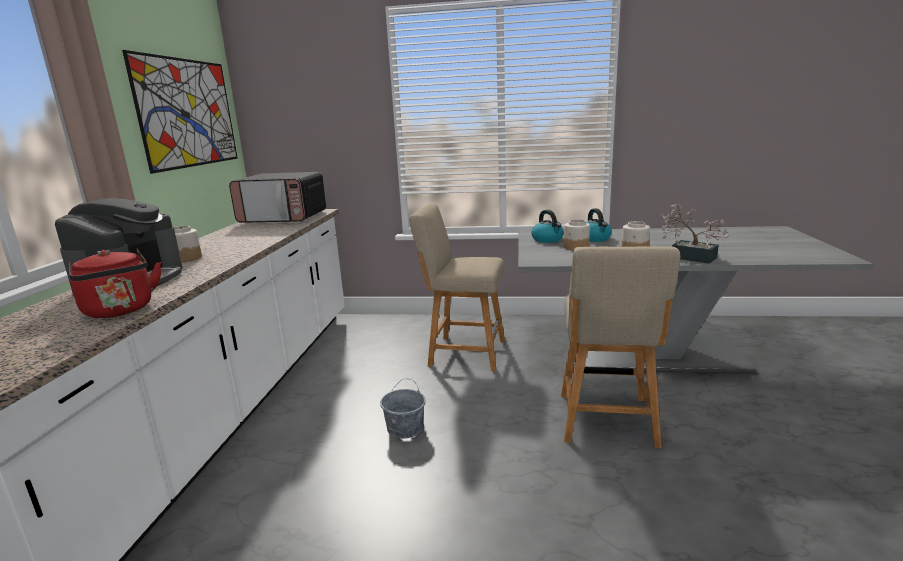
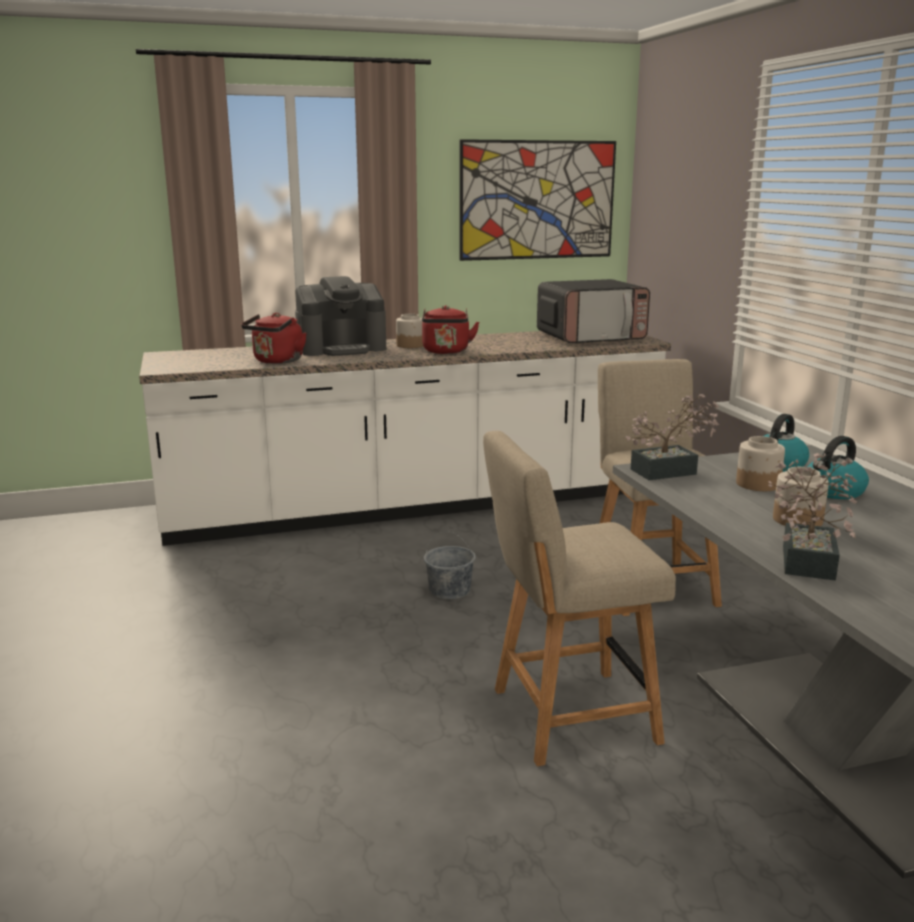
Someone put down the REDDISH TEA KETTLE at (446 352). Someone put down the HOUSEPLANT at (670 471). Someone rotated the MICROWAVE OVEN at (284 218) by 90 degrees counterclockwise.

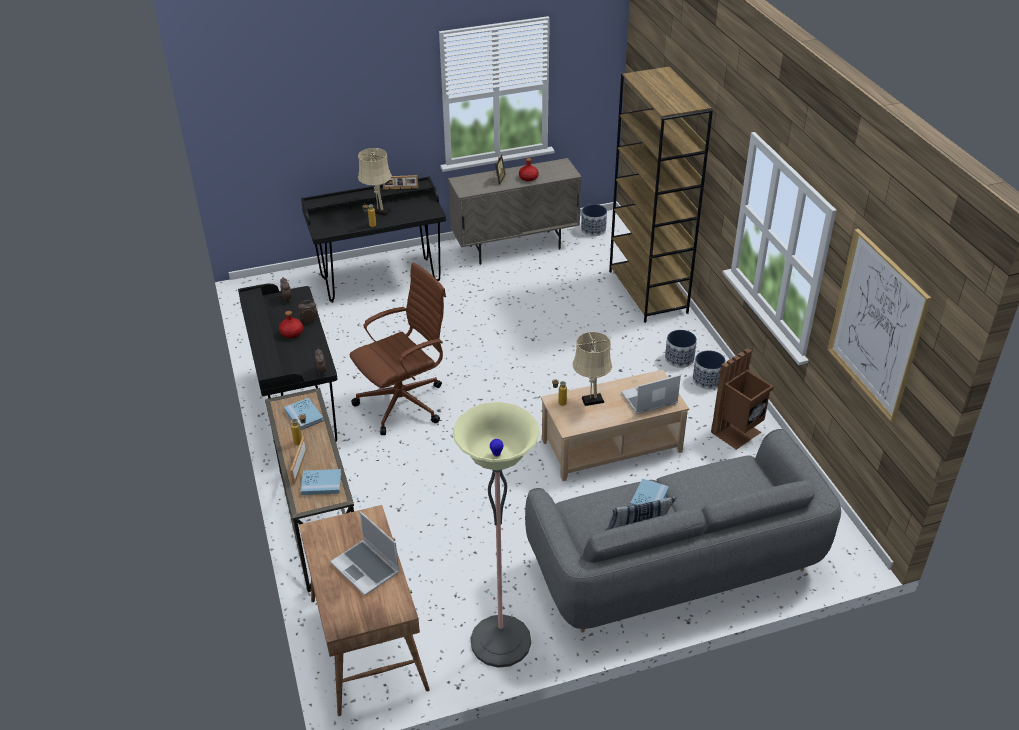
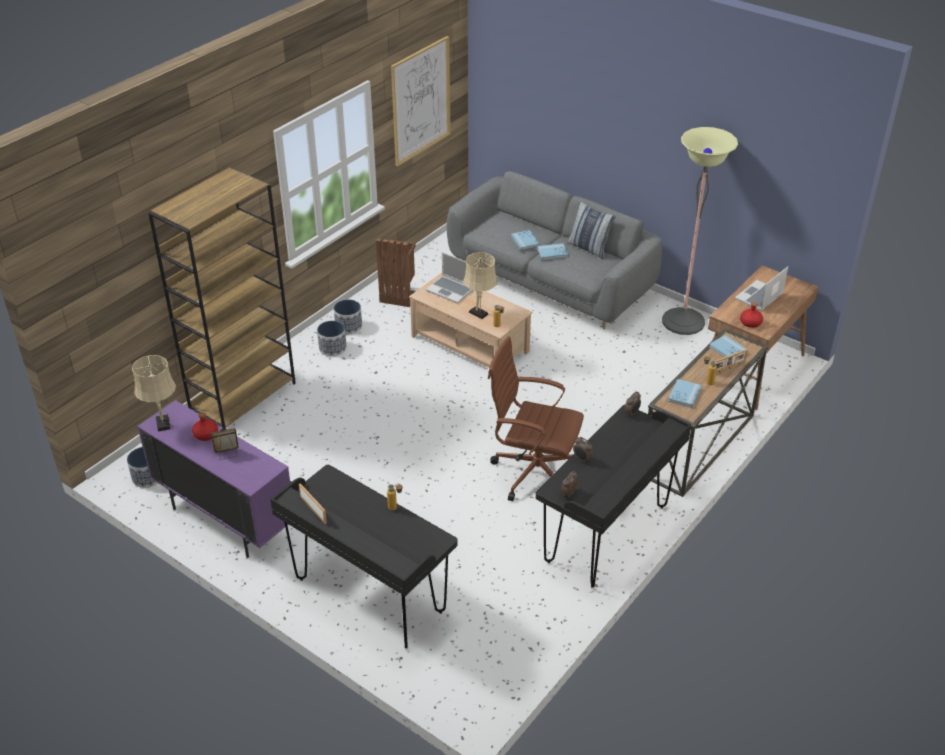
Someone put down the BLUE BOUND BOOK at (525 241). Someone carried the REDDISH DRINK BOTTLE from (291 333) to (750 323). Someone carried the SAND-COLOURED TABLETOP LAMP from (378 211) to (163 425). Someone repainted the SAND-COLOURED CUPBOARD at (515 247), which became the PURPLISH CUPBOARD at (225 520). Someone rotated the PORTABLE COMPUTER at (366 568) by 150 degrees counterclockwise.

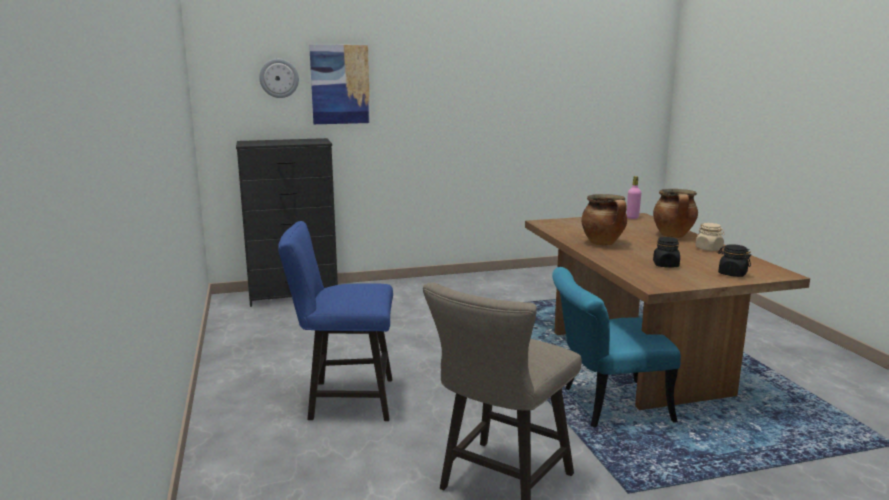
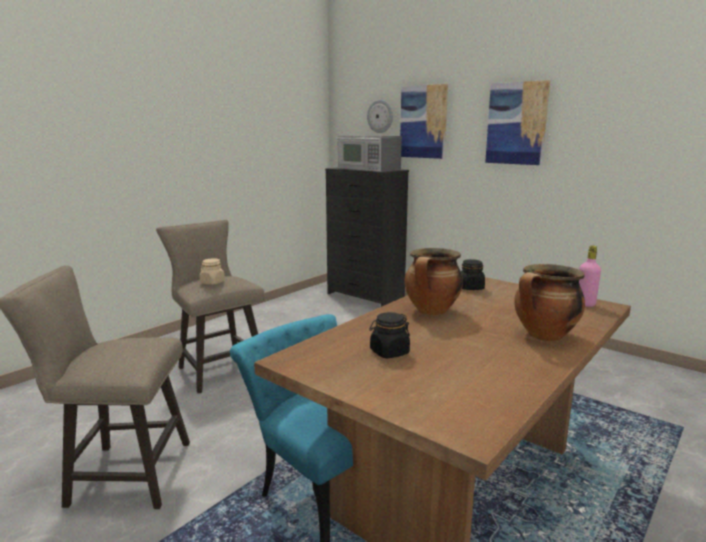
Someone put down the MICROWAVE OVEN at (368 169). Someone put up the WALL PICTURE at (516 123). Someone carried the SAND-COLOURED PRESERVE JAR from (709 249) to (212 282). Someone carried the BLACK-COLOURED PRESERVE JAR from (732 274) to (470 287). Someone repainted the BLUE SITTING STOOL at (344 400), which became the SAND-COLOURED SITTING STOOL at (218 368).

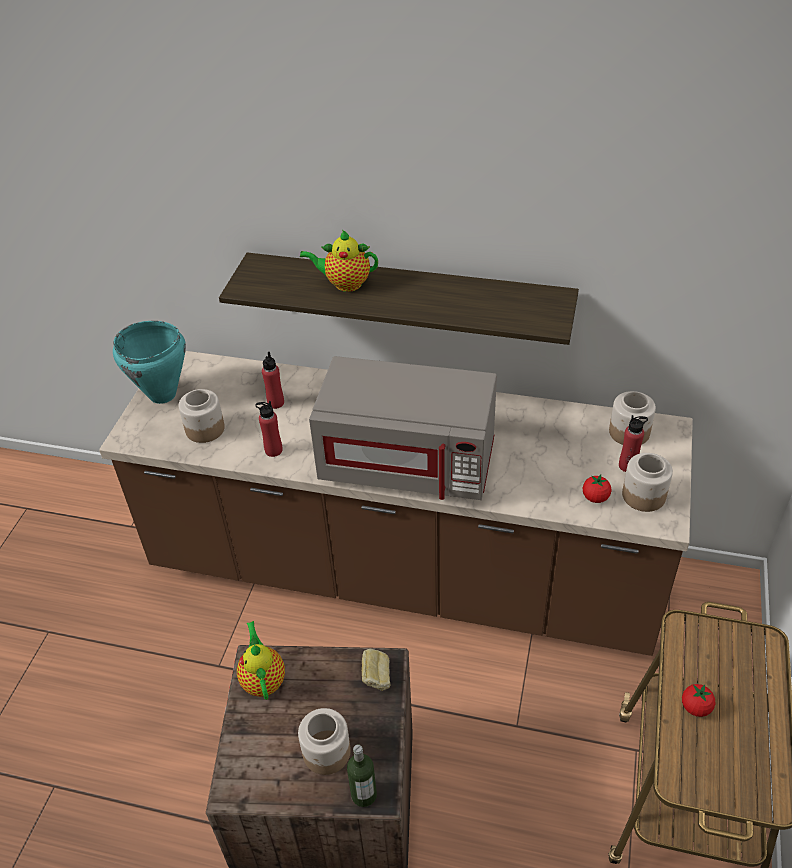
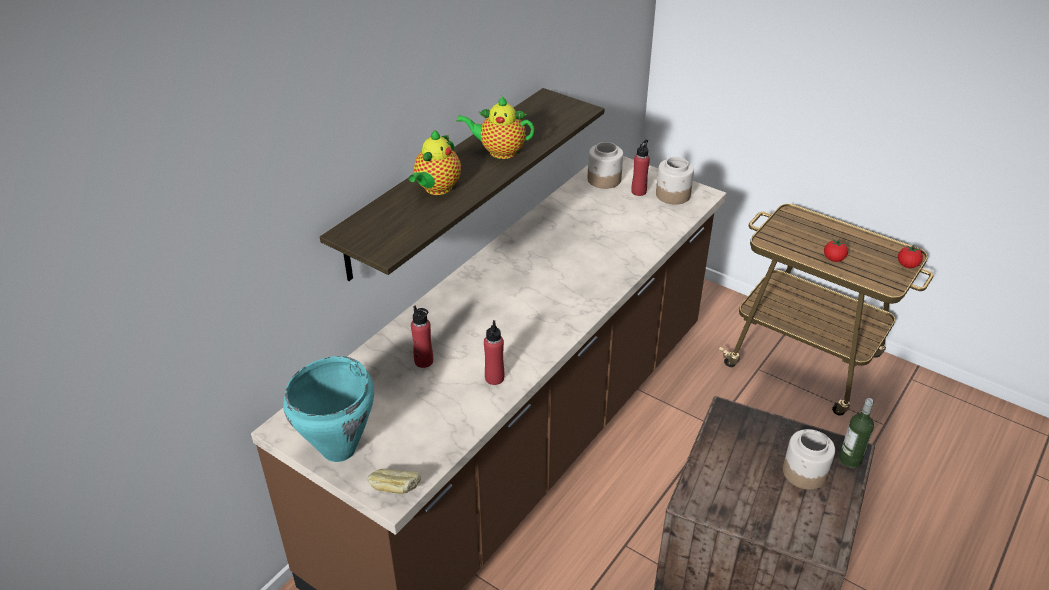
Someone took away the PRESERVE JAR at (204 429). Someone took away the GRAY MICROWAVE OVEN at (408 463). Someone carried the POT FOR TEA from (263 679) to (499 152). Someone carried the BAKERY BREAD from (376 678) to (395 492). Someone carried the TOMATO from (595 497) to (907 265).

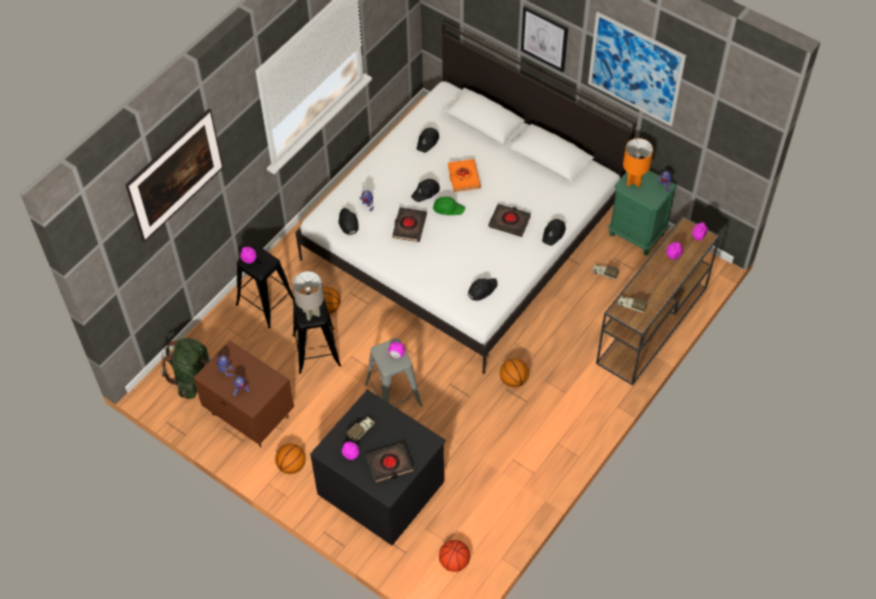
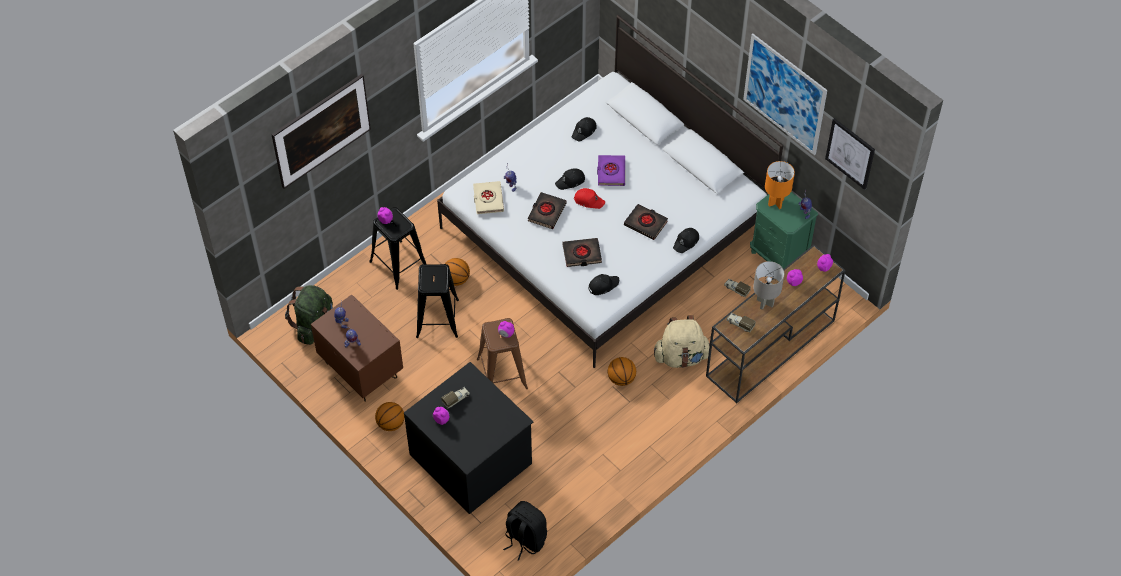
Someone put down the SAND-COLOURED BACKPACK at (681 356). Someone carried the GRAY TABLETOP LAMP from (311 313) to (765 303). Someone carried the BLACK-COLOURED BOUND BOOK from (390 464) to (582 254). Someone carried the WALL PICTURE from (544 38) to (850 153). Someone swapped the BLACK-COLOURED PEAKED CAP at (348 223) for the SAND-COLOURED BOUND BOOK at (488 199). Someone swapped the BALL FOR BASKETBALL at (454 562) for the BLACK-COLOURED BACKPACK at (524 539). Someone repainted the GRAY SITTING STOOL at (393 395), which became the BROWN SITTING STOOL at (502 373). Someone repainted the GREENISH PEAKED CAP at (448 208), which became the REDDISH PEAKED CAP at (589 200). Someone repainted the ORANGE BOUND BOOK at (463 177), which became the PURPLISH BOUND BOOK at (611 172).

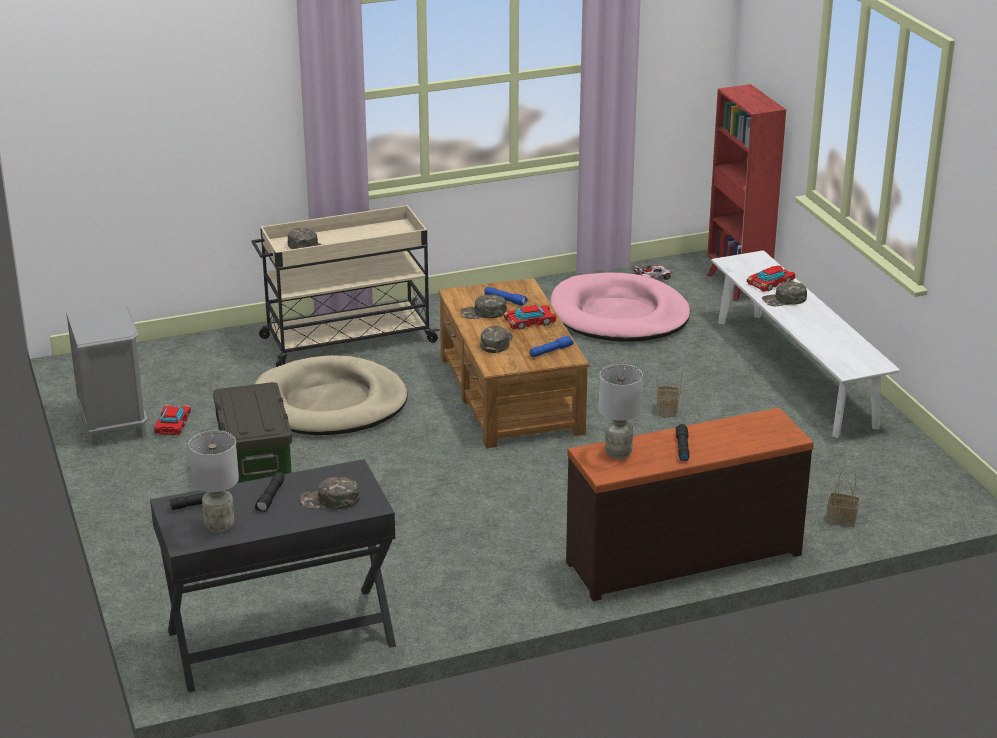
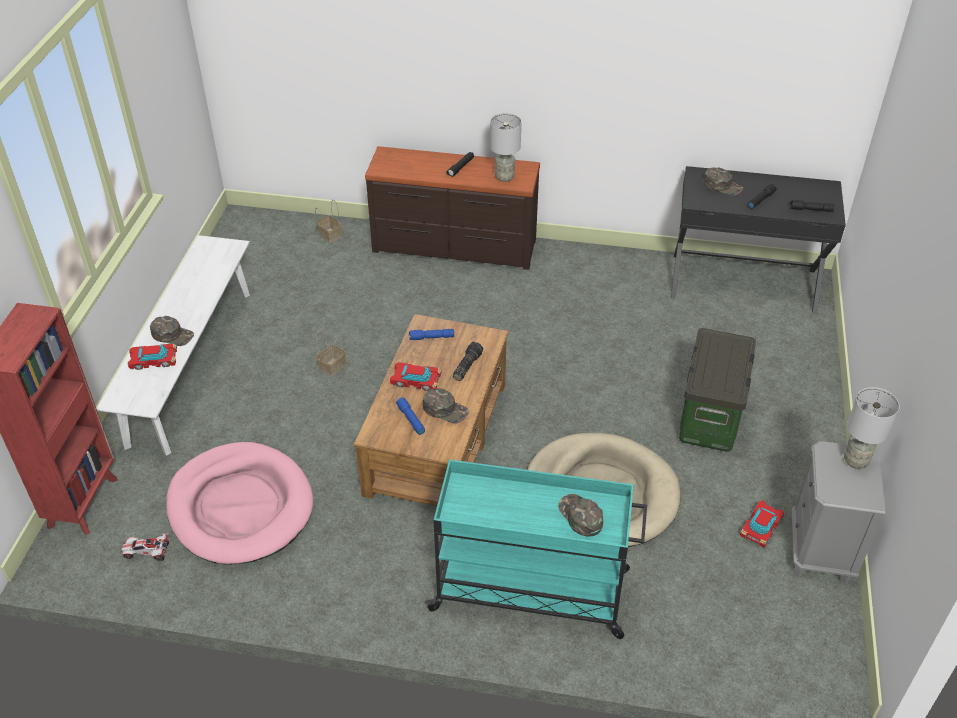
Someone carried the GRAY TABLETOP LAMP from (219 526) to (856 460). Someone swapped the GREENISH PEAKED CAP at (496 342) for the TORCH at (466 366). Someone repainted the SAND-COLOURED CART at (346 340), which became the TURQUOISE-COLOURED CART at (532 590).

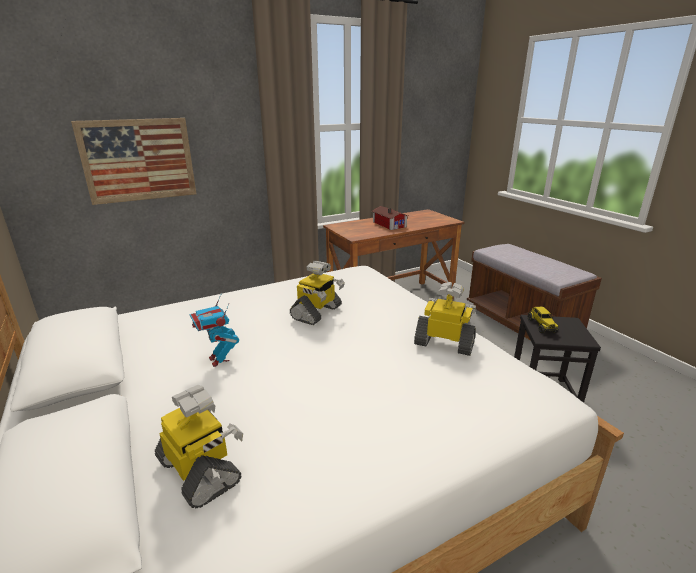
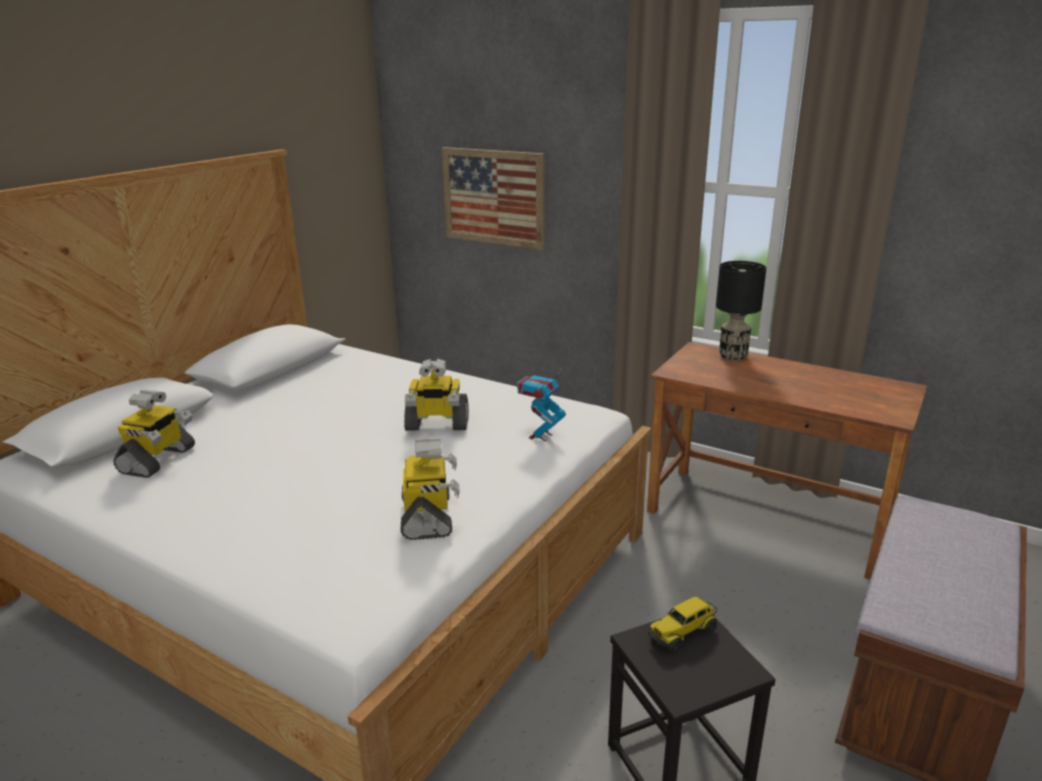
Someone took away the MINIATURE HOUSE at (389 224). Someone put down the BLACK-COLOURED TABLETOP LAMP at (732 356). Someone carried the MODEL ROBOT from (219 360) to (540 436).

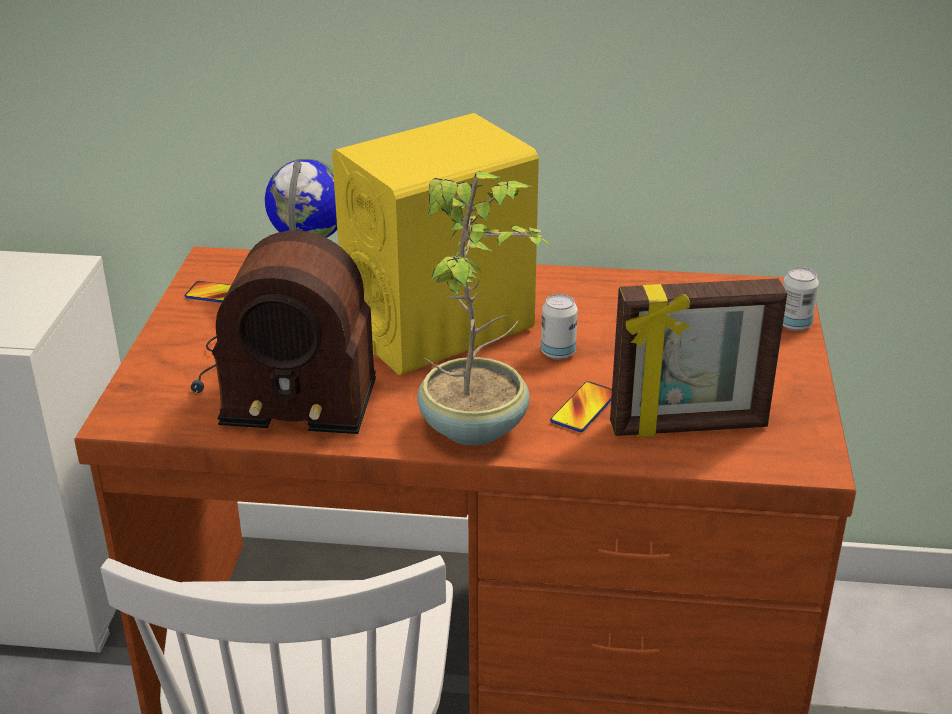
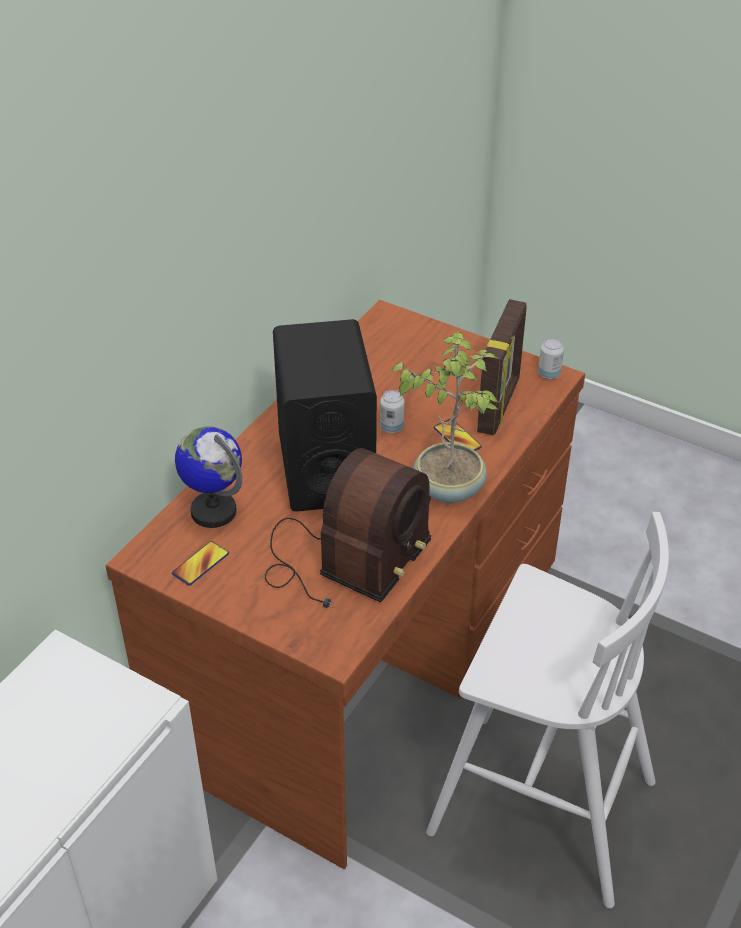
Someone carried the CAN from (794 324) to (549 374). Someone repainted the YELLOW-COLOURED AUDIO SPEAKER at (439 327), which became the BLACK-COLOURED AUDIO SPEAKER at (326 468).

